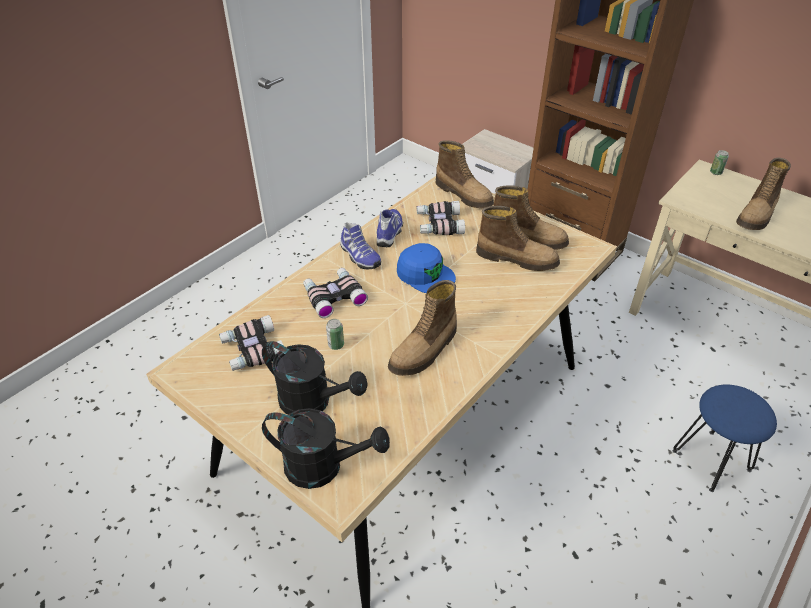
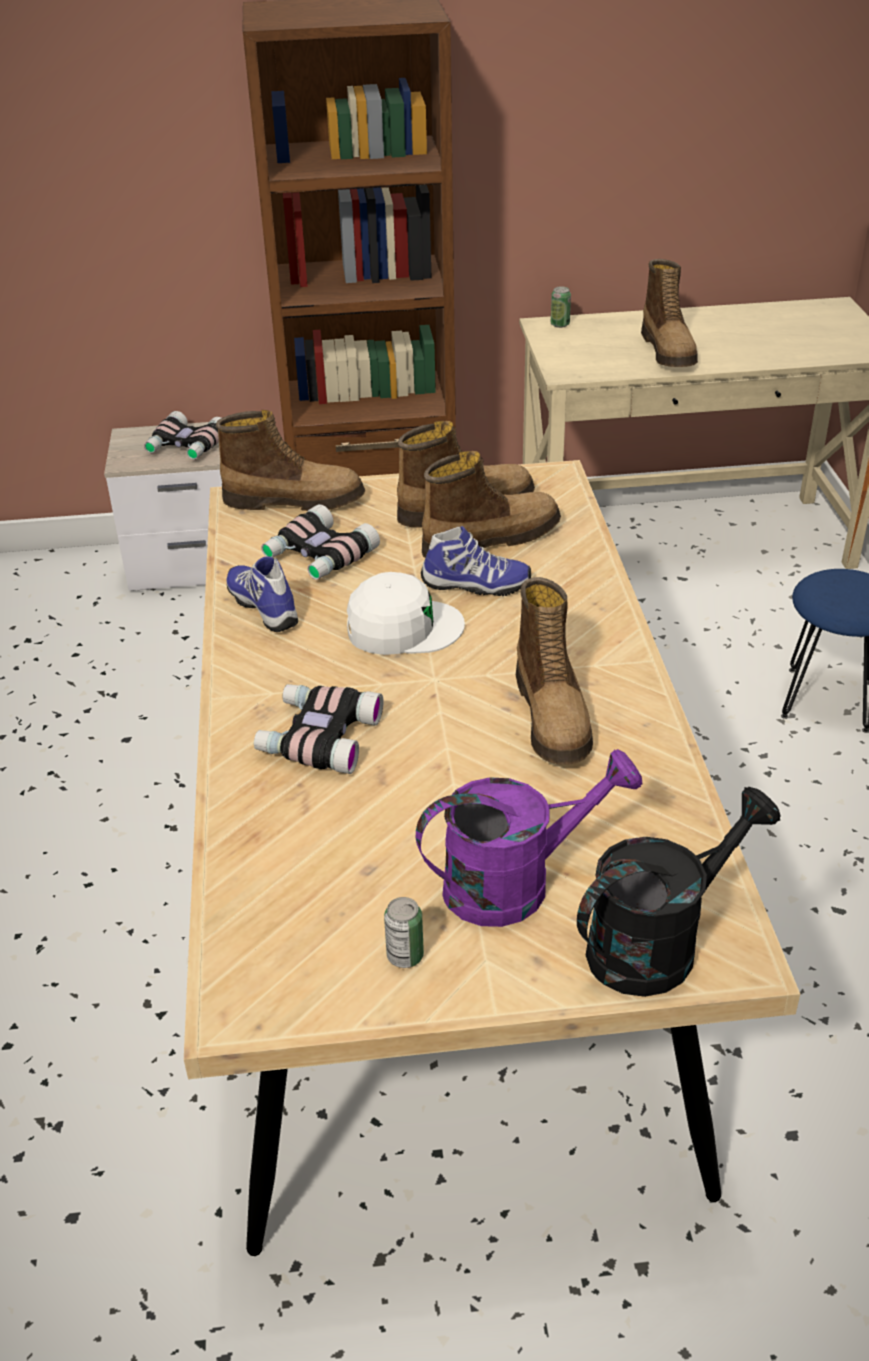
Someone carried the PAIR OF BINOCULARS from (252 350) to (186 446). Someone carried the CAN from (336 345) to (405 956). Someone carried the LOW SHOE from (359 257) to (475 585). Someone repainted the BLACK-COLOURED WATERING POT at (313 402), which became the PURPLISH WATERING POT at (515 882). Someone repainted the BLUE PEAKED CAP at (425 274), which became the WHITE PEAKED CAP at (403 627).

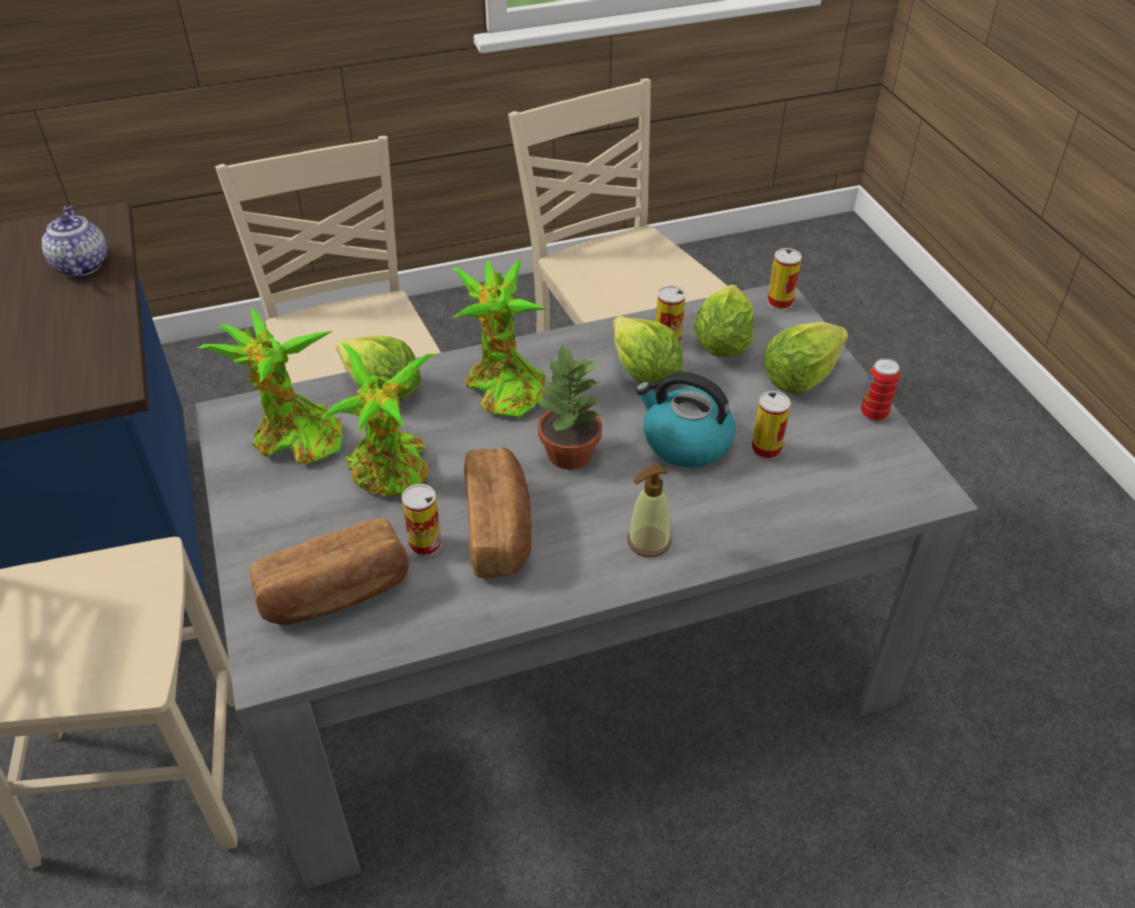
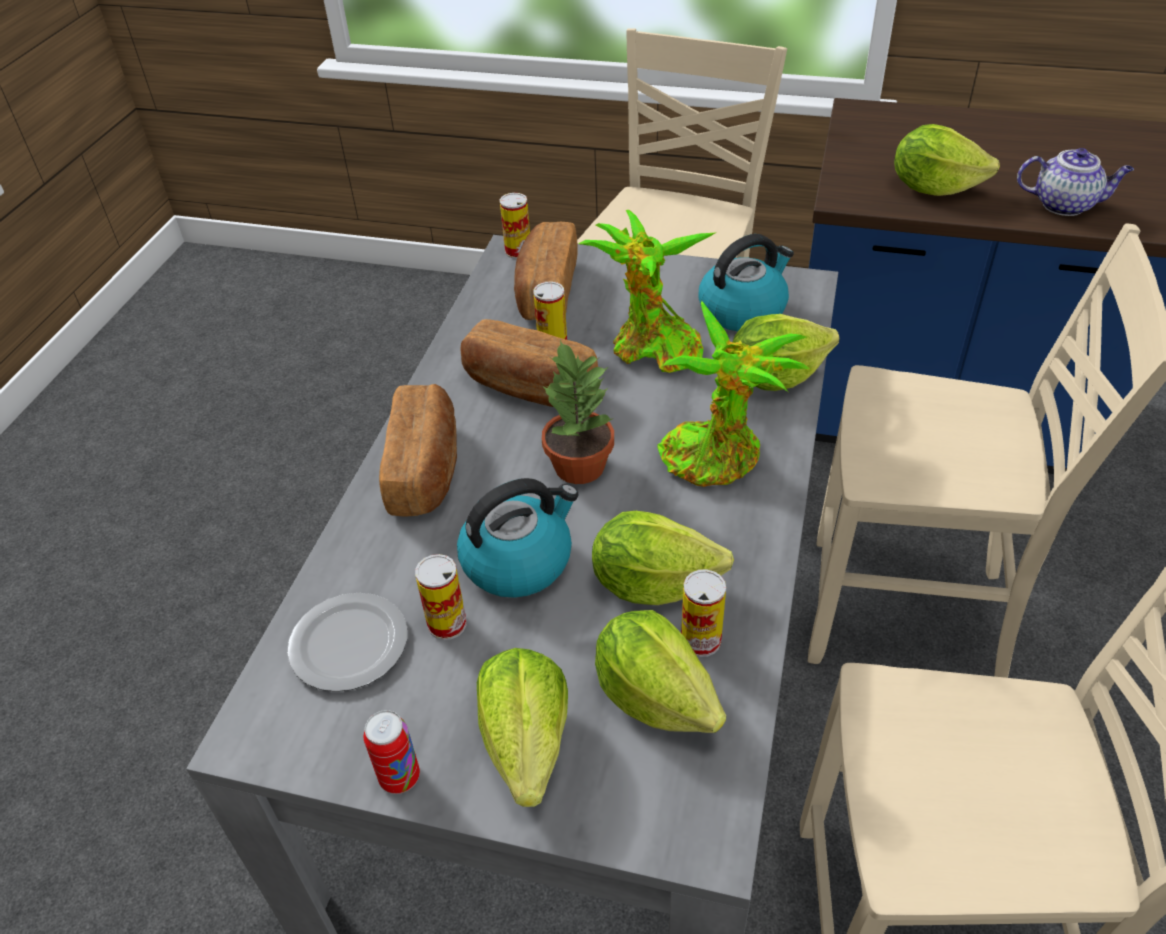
Someone put down the PLATE at (348 643). Someone put down the LETTUCE at (933 188). Someone carried the CAN from (780 302) to (518 251). Someone swapped the HOUSEPLANT at (293 439) for the TEA KETTLE at (743 310). Someone swapped the SOAP BOTTLE at (648 541) for the BAKERY BREAD at (426 469).

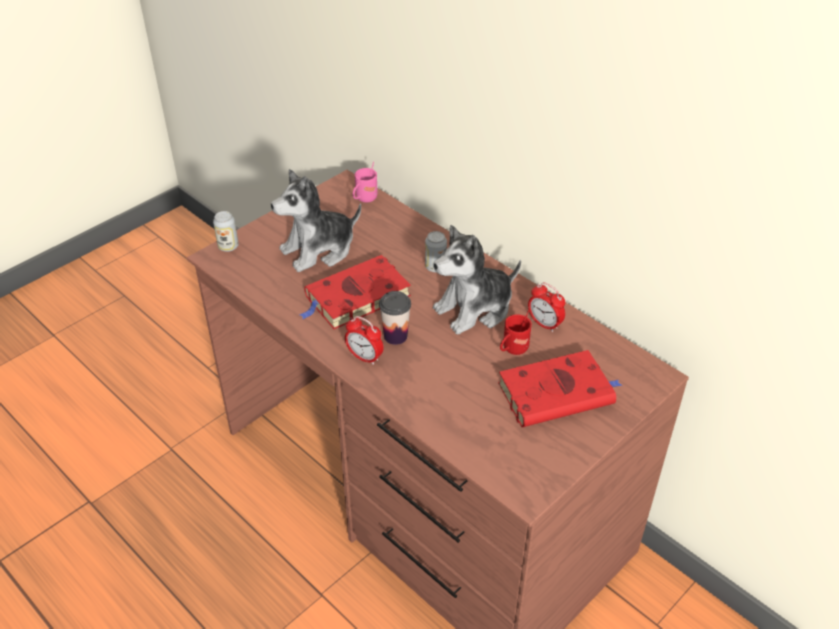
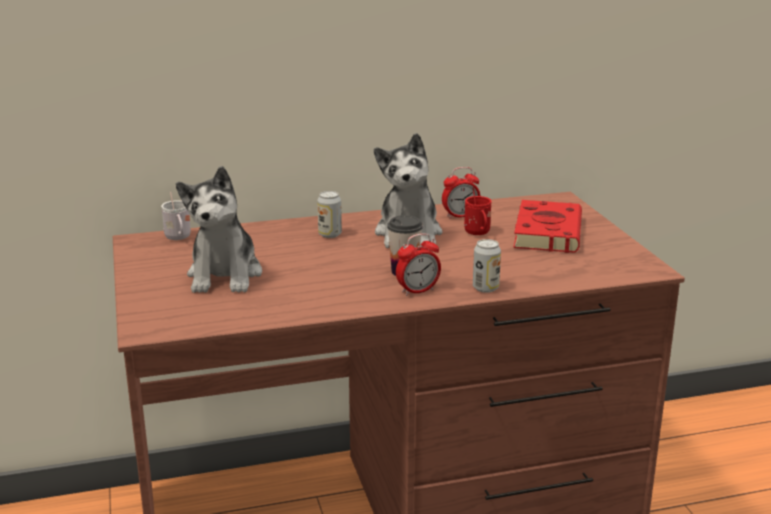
Someone took away the REDDISH BOUND BOOK at (355 298). Someone carried the CAN from (228 246) to (485 288). Someone repainted the PINK MUG at (364 199), which became the WHITE MUG at (178 238).

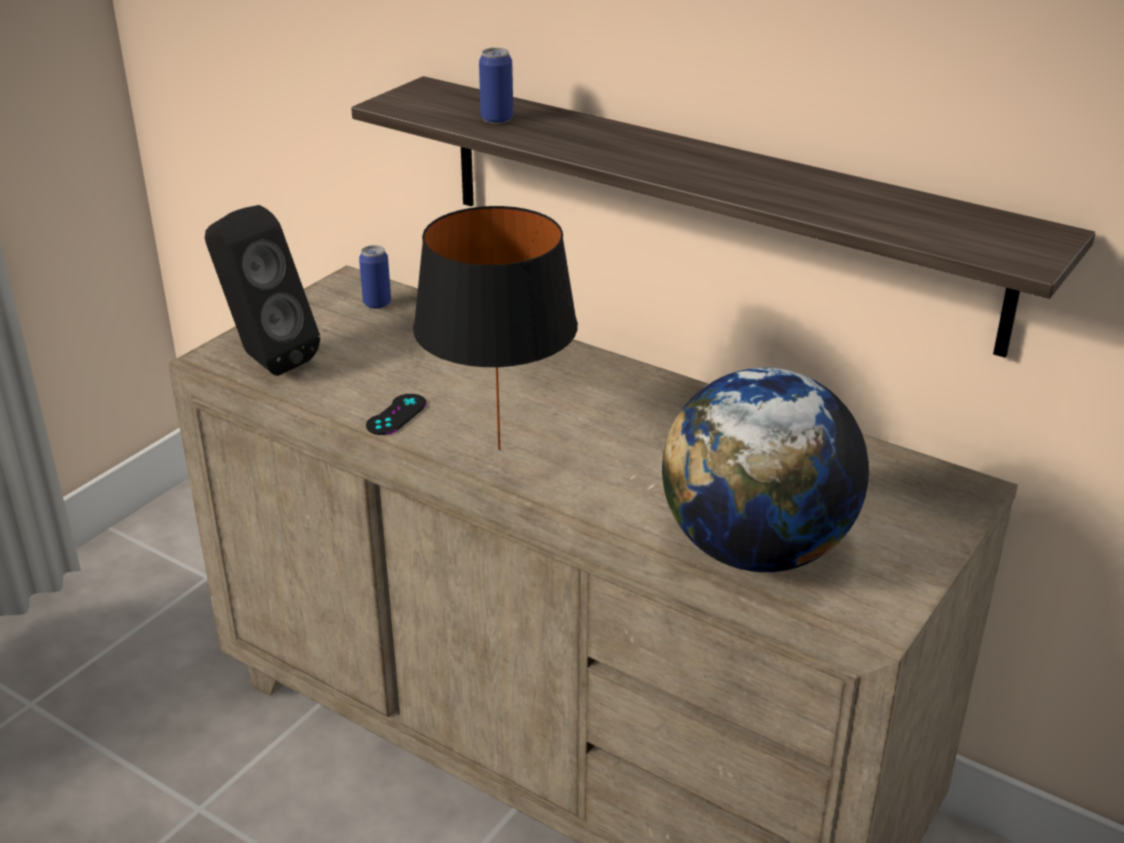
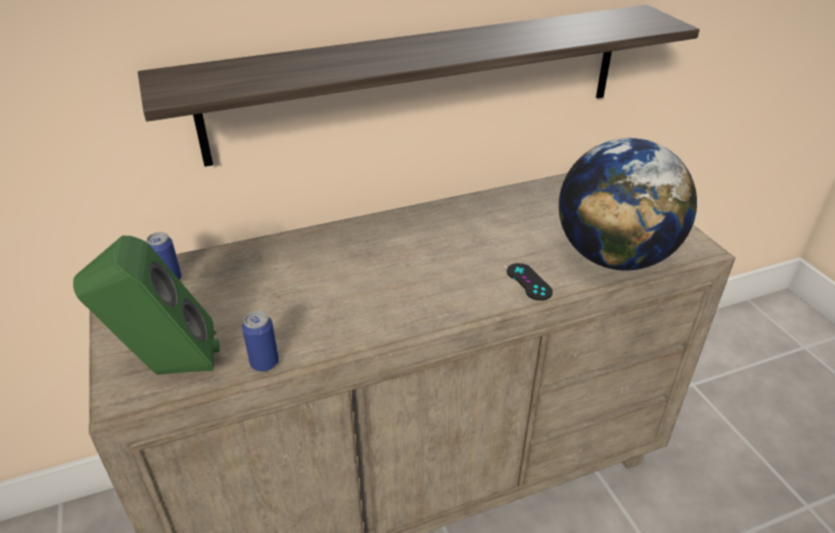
Someone took away the BLACK-COLOURED TABLETOP LAMP at (498 448). Someone carried the BLACK-COLOURED JOYPAD from (396 415) to (529 282). Someone carried the CAN from (497 119) to (264 363). Someone repainted the BLACK-COLOURED AUDIO SPEAKER at (264 359), which became the GREENISH AUDIO SPEAKER at (167 370).

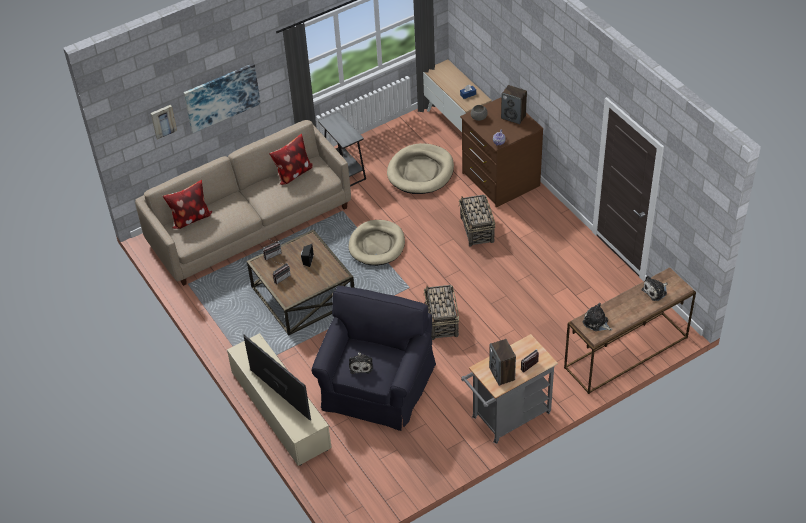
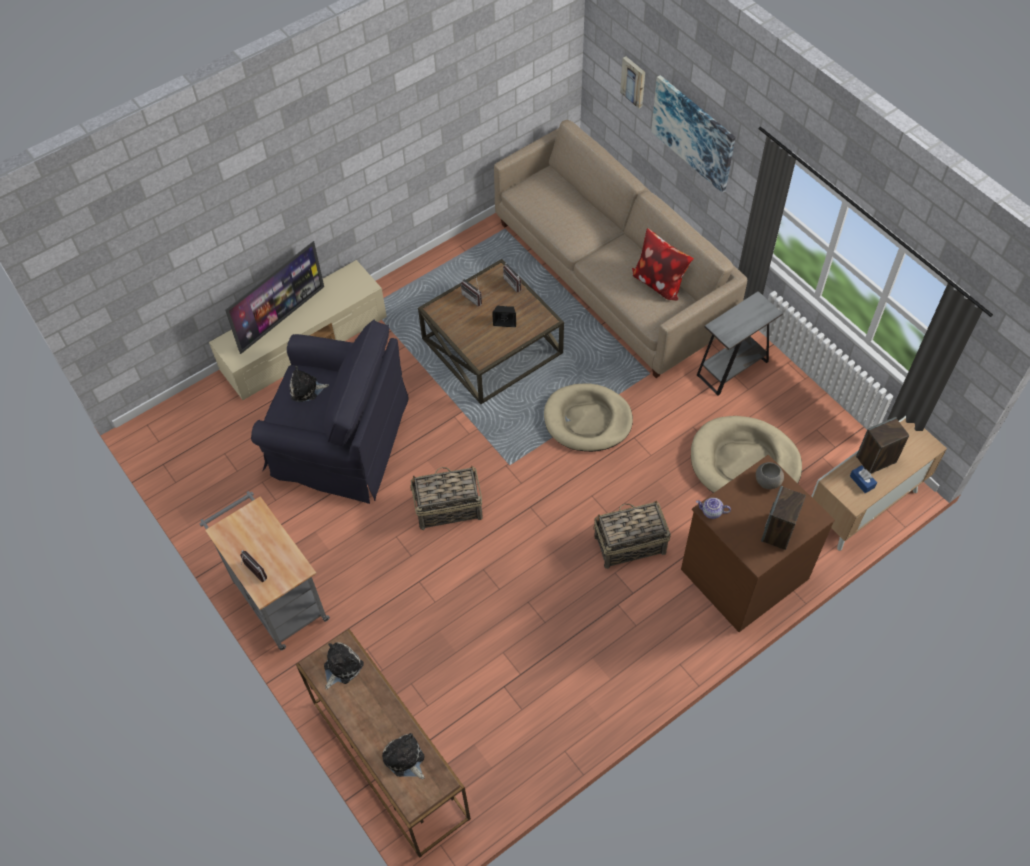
Someone took away the PILLOW at (190 218). Someone carried the AUDIO SPEAKER from (502 374) to (875 460).

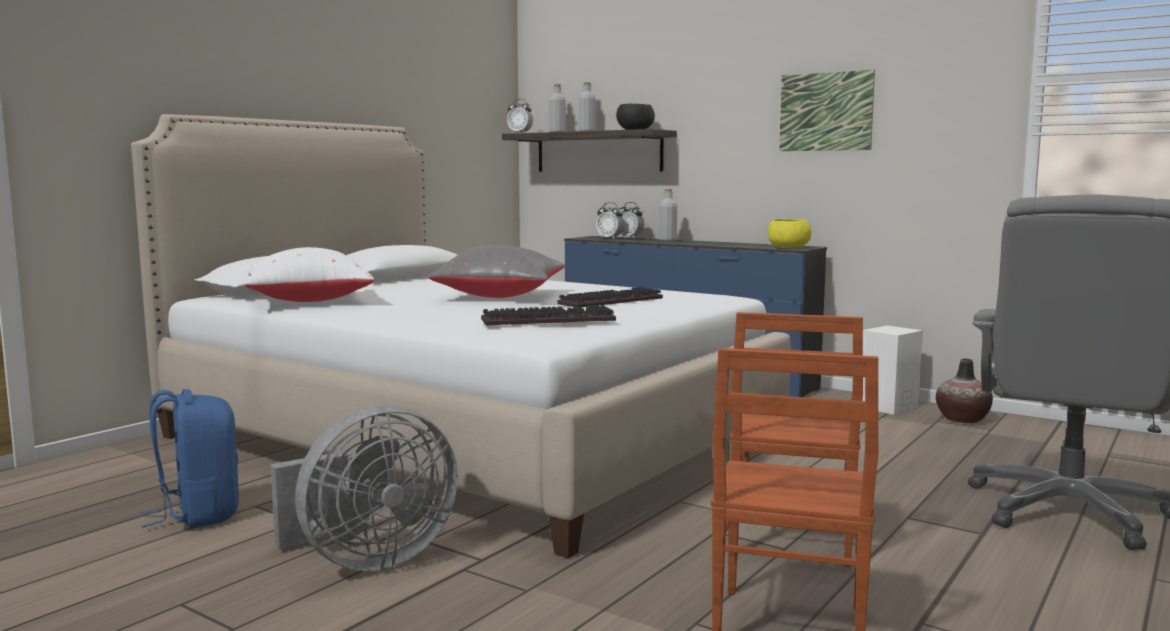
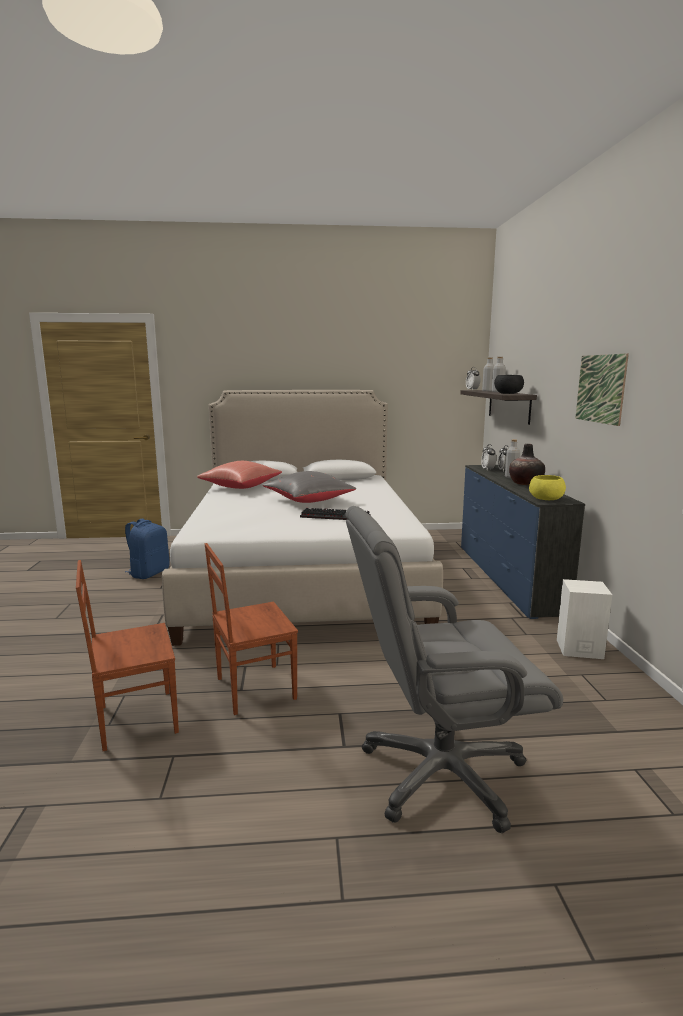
Someone took away the GRAY FAN at (368 560). Someone took away the KEYBOARD at (550 320). Someone carried the FLOWER VASE from (962 419) to (525 483). Someone repainted the WHITE PILLOW at (306 301), which became the REDDISH PILLOW at (240 487).

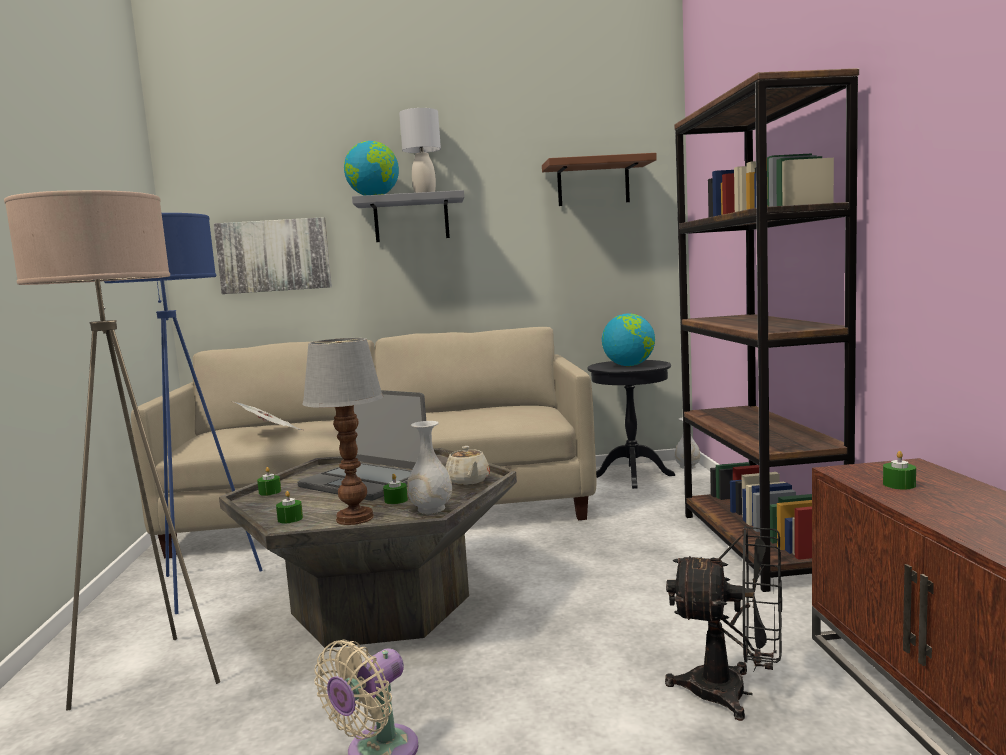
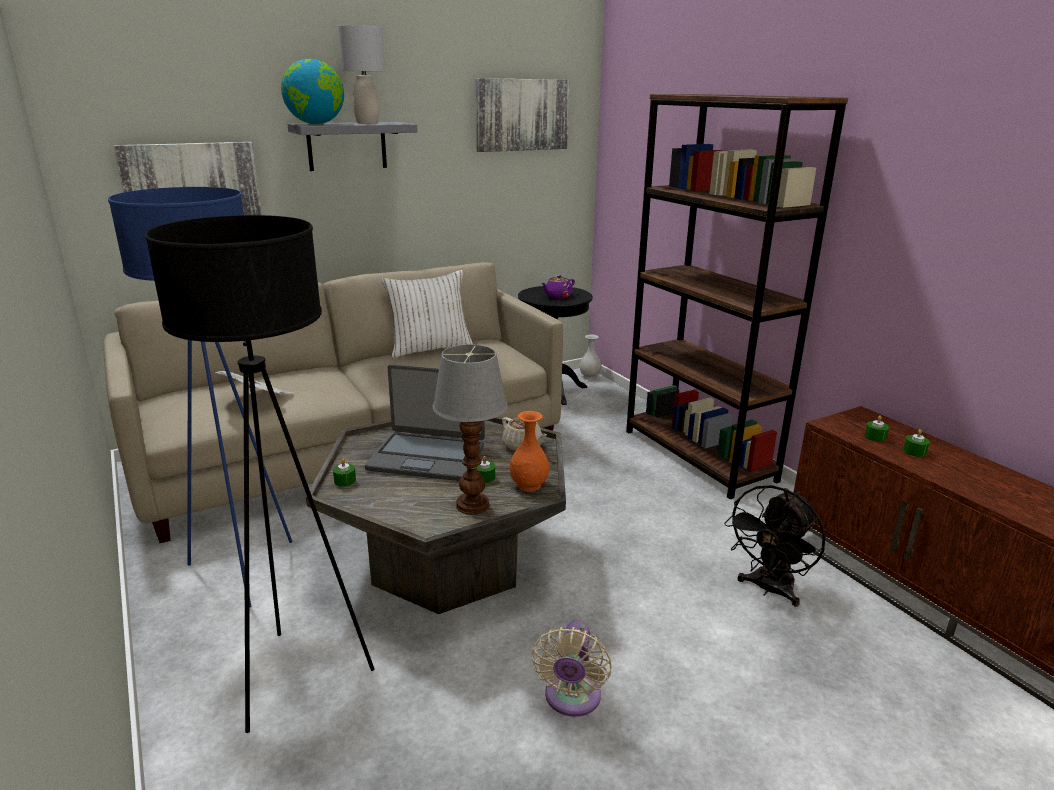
Someone put down the WHITE PILLOW at (430 349). Someone carried the GREENISH WAX LIGHT from (290 519) to (914 452). Someone swapped the BROWN BRACKET SHELF at (593 183) for the WALL PICTURE at (522 115). Someone swapped the GLOBE at (629 365) for the PURPLISH POT FOR TEA at (557 296). Someone repainted the SAND-COLOURED FLOOR LAMP at (154 675), which became the BLACK-COLOURED FLOOR LAMP at (300 676). Someone repainted the WHITE FLOWER VASE at (431 509), which became the ORANGE FLOWER VASE at (528 485). Someone rotated the BLACK-COLOURED FAN at (734 693) by 135 degrees clockwise.

